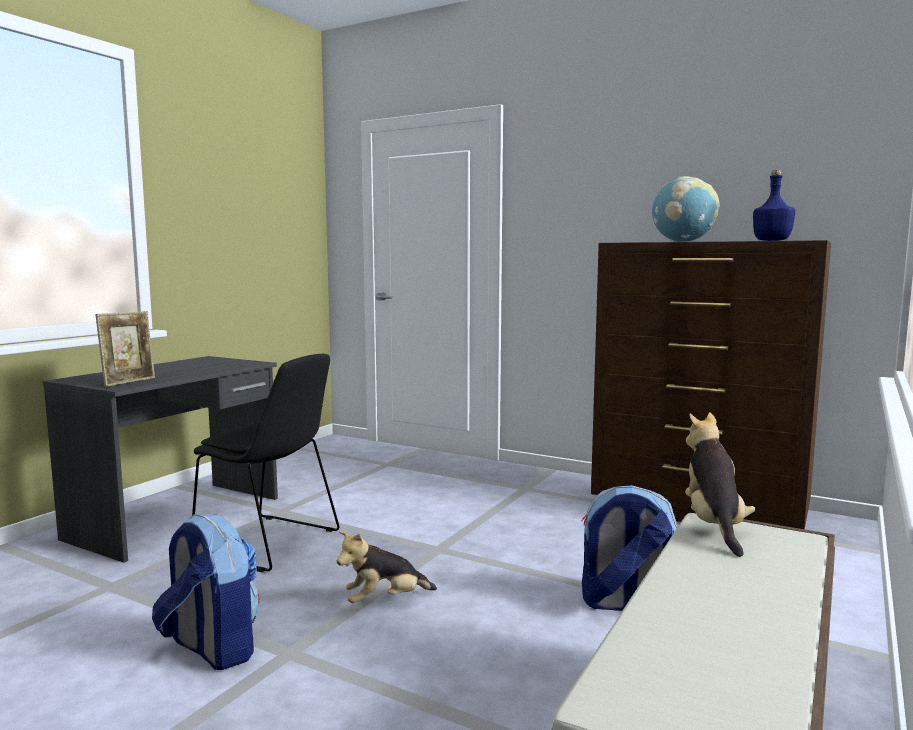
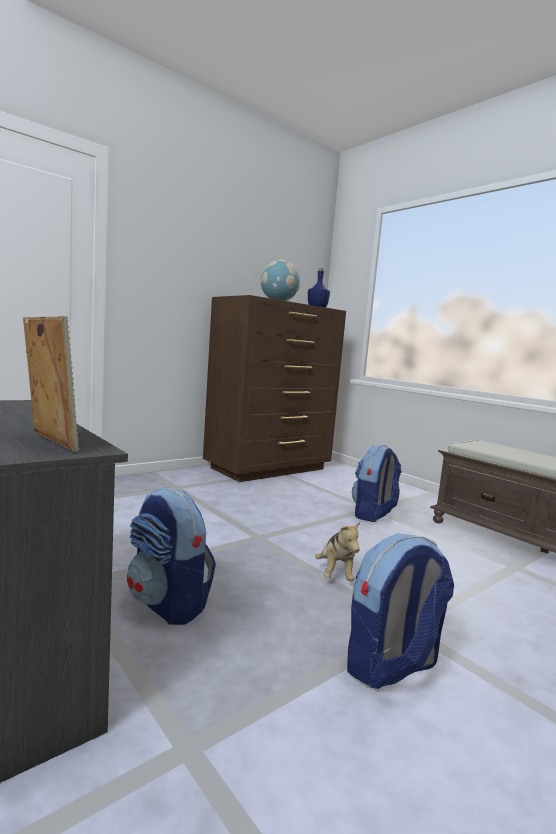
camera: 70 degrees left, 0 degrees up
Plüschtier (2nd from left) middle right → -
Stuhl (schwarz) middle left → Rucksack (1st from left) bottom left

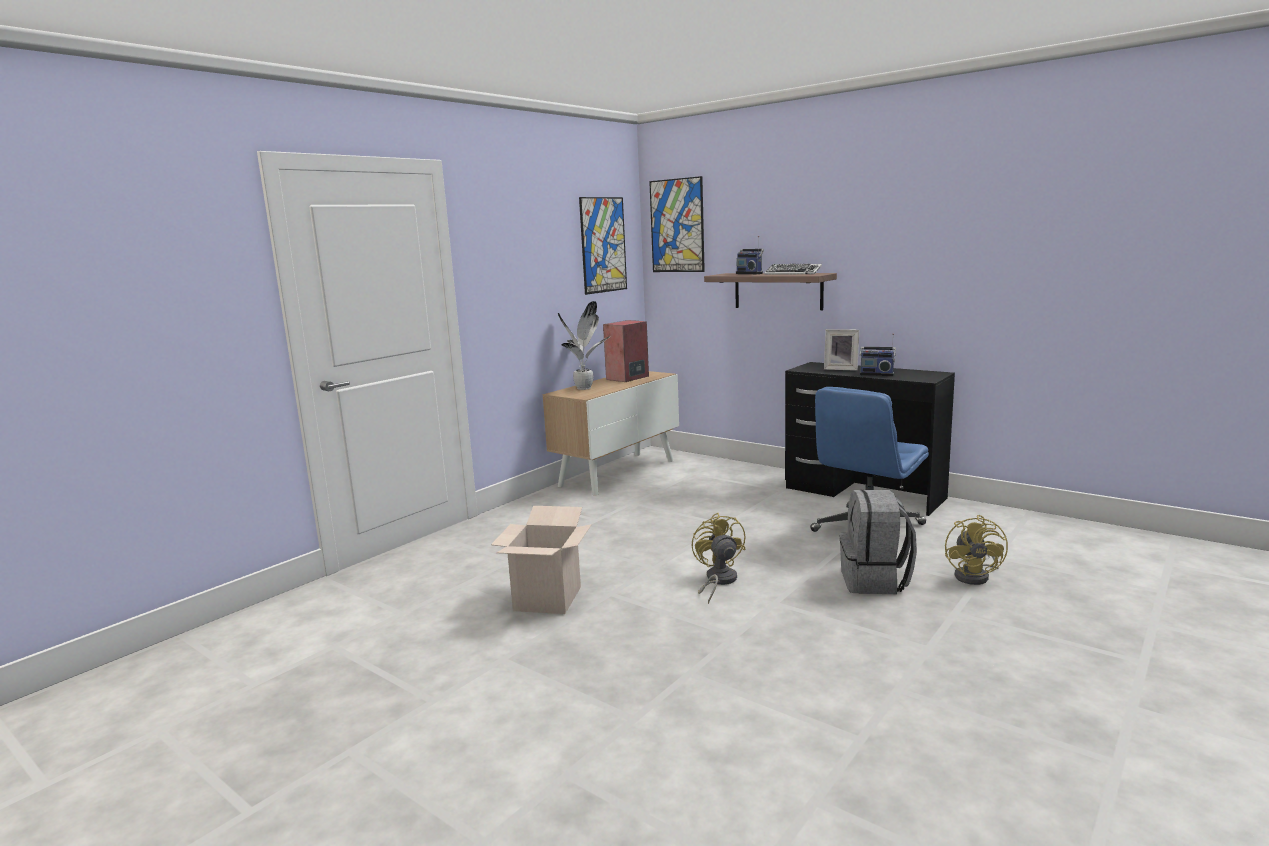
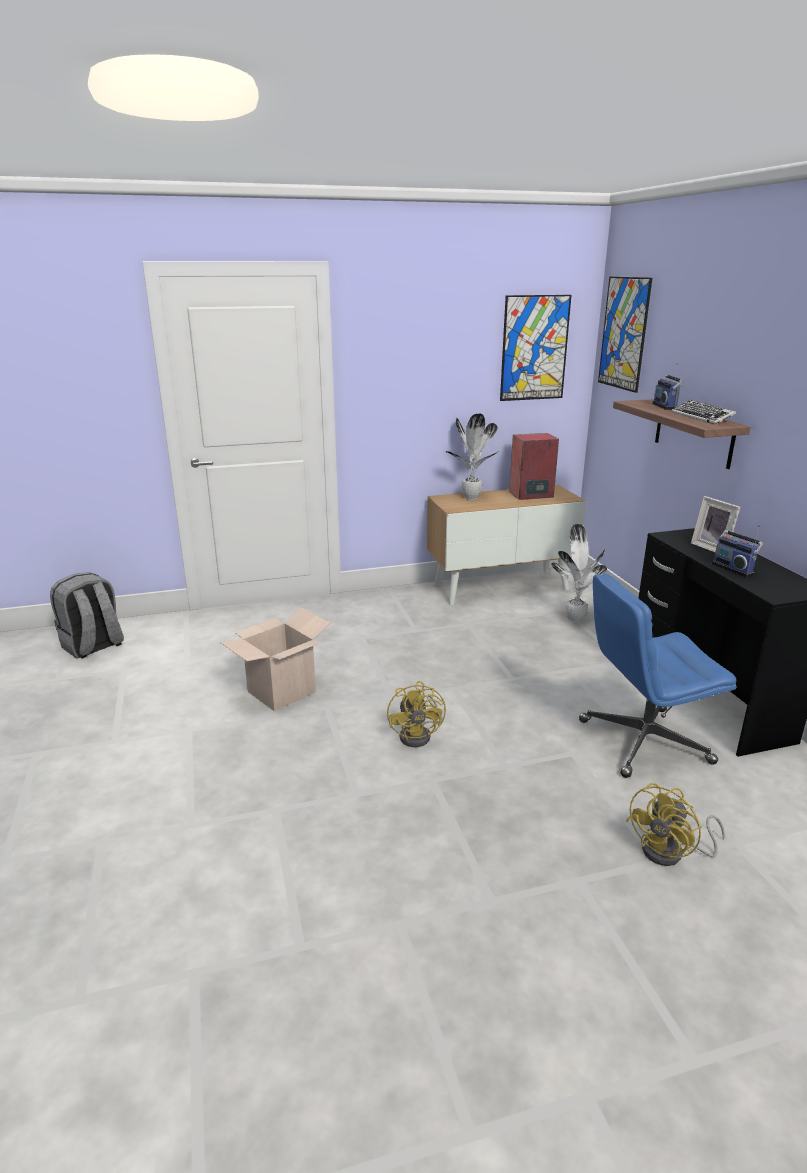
camera: 35 degrees right, 10 degrees up
- → Topfpflanze (2nd from left) middle right
Rucksack (grau) middle right → Rucksack (grau) middle left, move
Ventilator (gelb) (1st from left) centre, 150 degrees clockwise

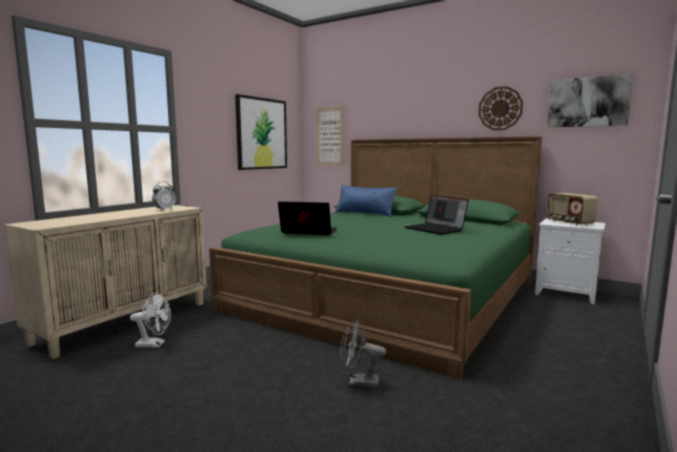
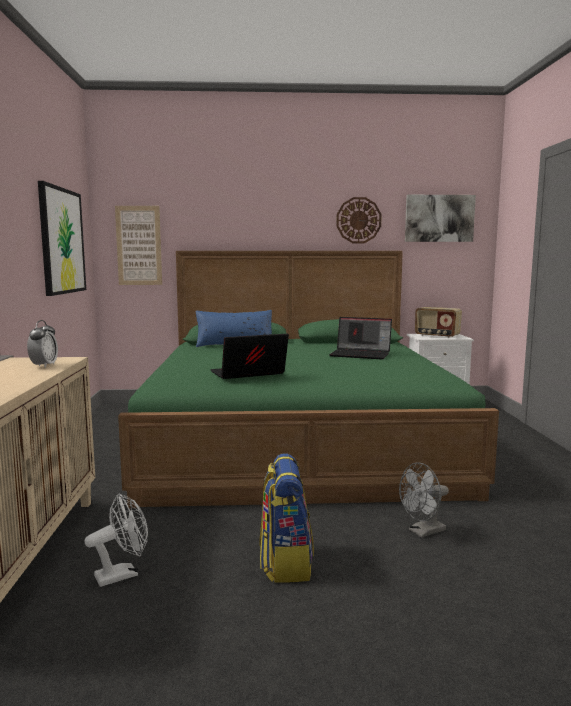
camera: 35 degrees left, 0 degrees up
- → Rucksack bottom centre

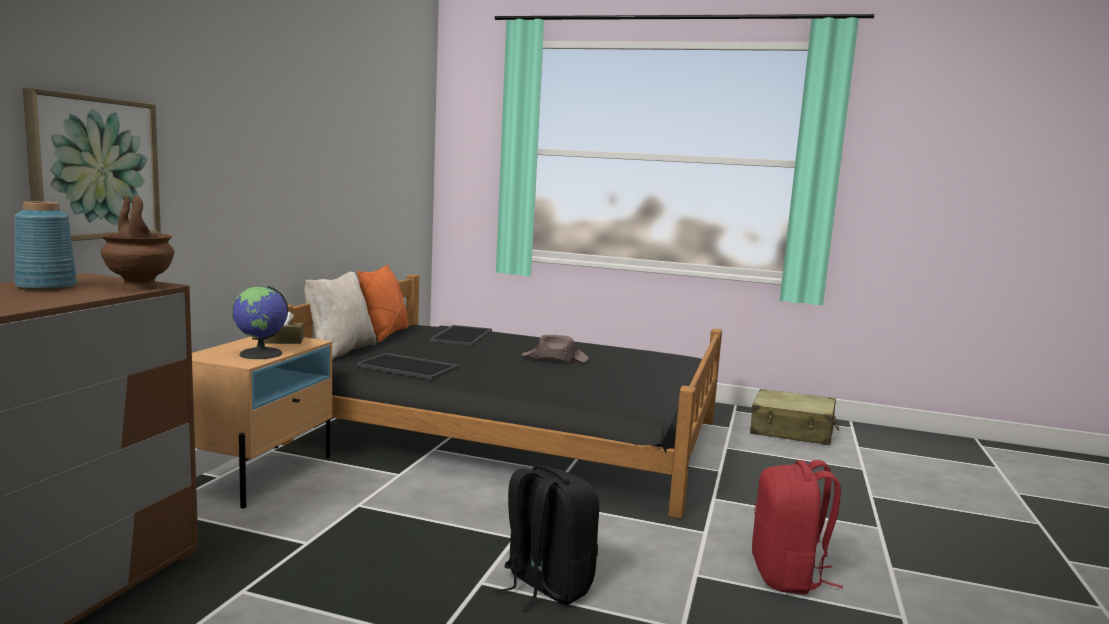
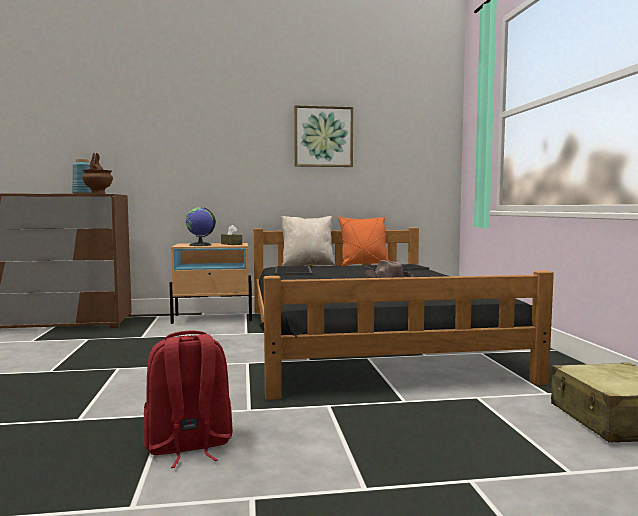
camera: 65 degrees right, 5 degrees down
Rucksack (schwarz) bottom centre → -
Bild top left → Bild top centre, move

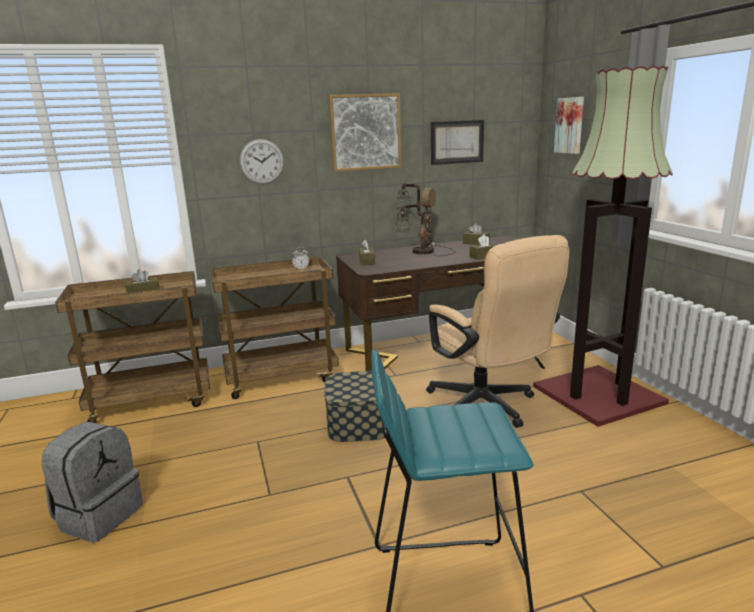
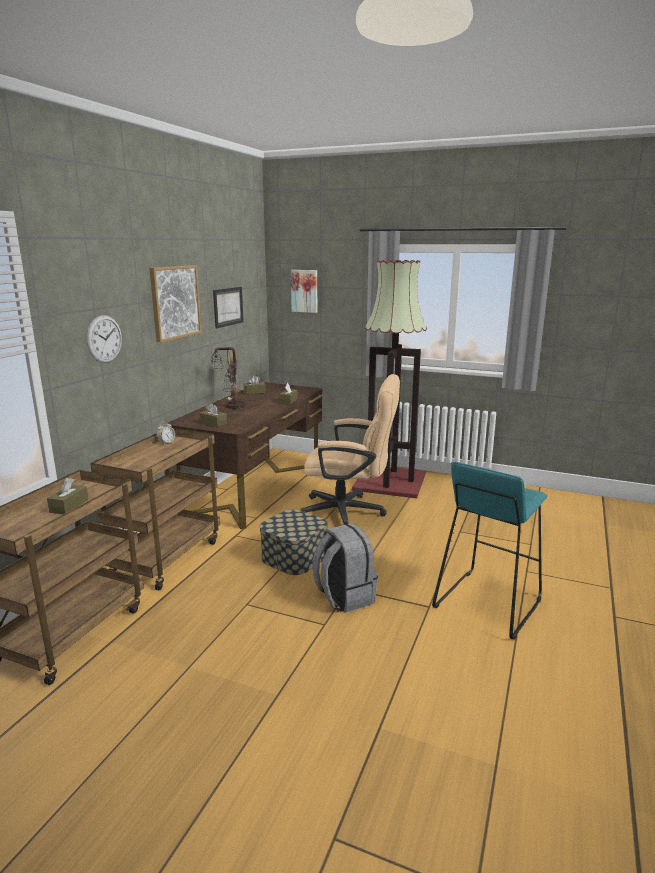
camera: 50 degrees left, 0 degrees up
Rucksack (grau) bottom left → Rucksack (grau) centre, move

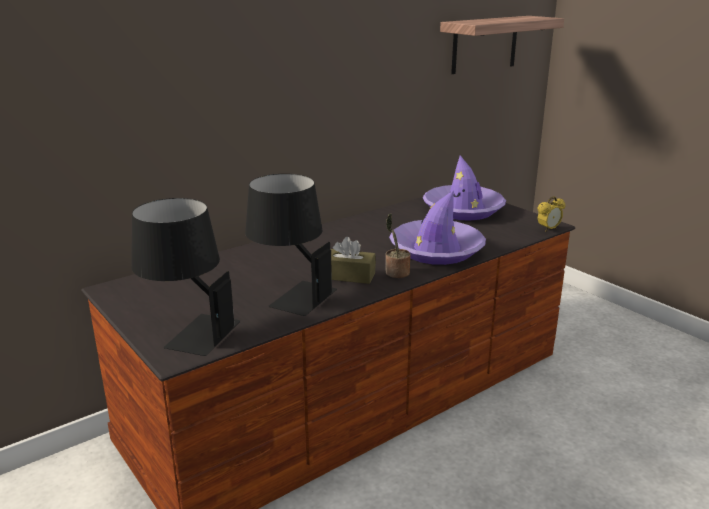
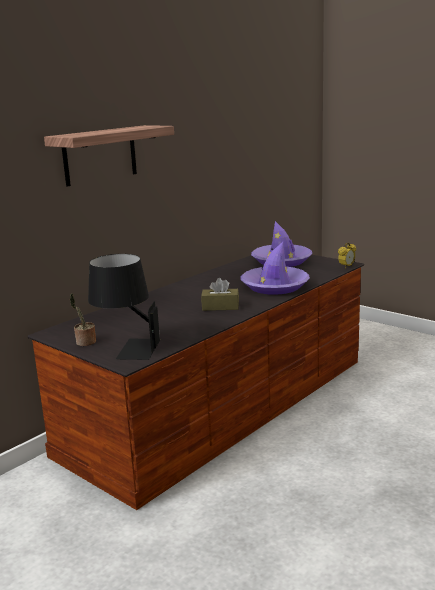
camera: 10 degrees left, 5 degrees down
Tischlampe (schwarz) (2nd from left) centre → -
Topfpflanze centre → Topfpflanze middle left, move
Wandregal top right → Wandregal top left, move

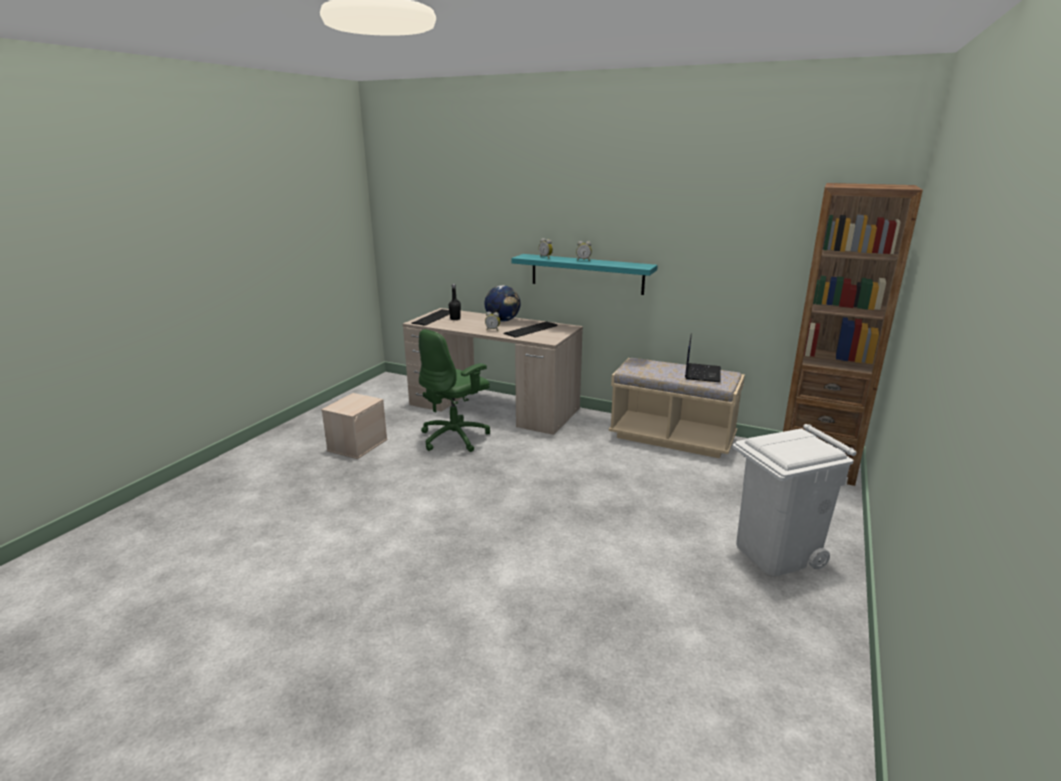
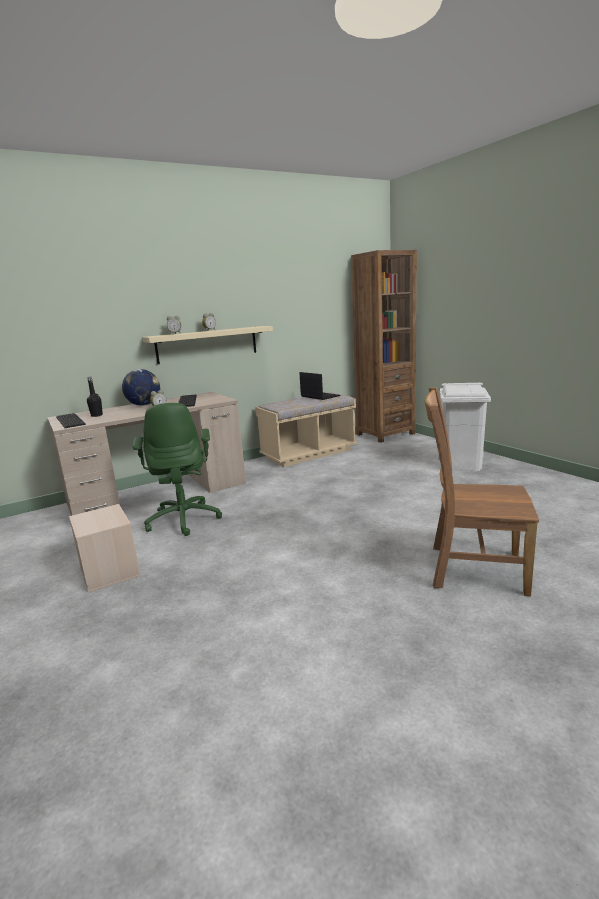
camera: 55 degrees left, 5 degrees down
- → Stuhl (braun) middle right
Wandregal (türkis) centre → Wandregal (beige) centre

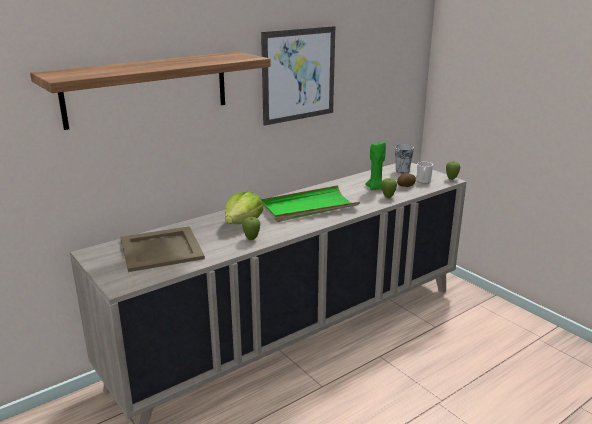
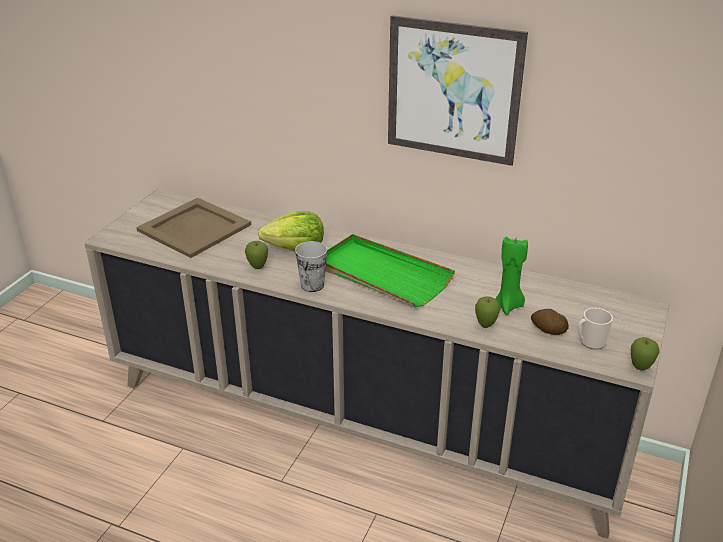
camera: 60 degrees right, 10 degrees up
Wandregal top left → -
Tasse middle right → Tasse centre, move

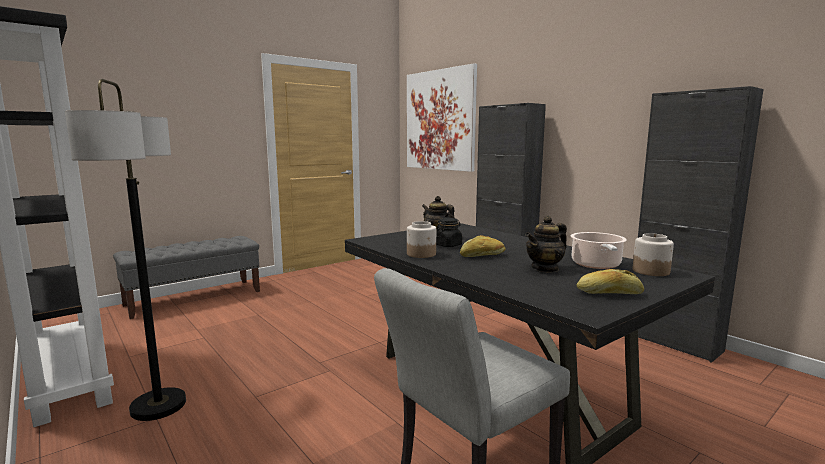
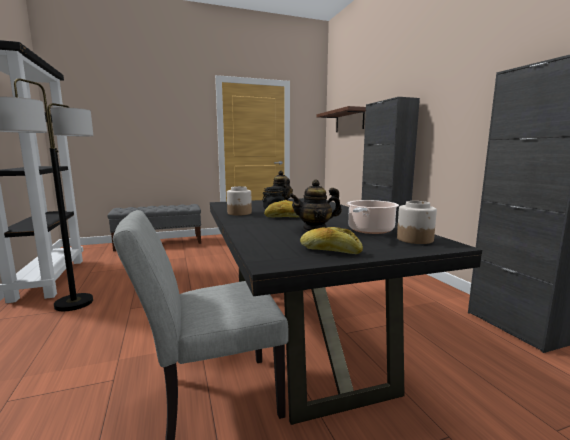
camera: 20 degrees right, 0 degrees up
Bild top centre → Wandregal (braun) top centre

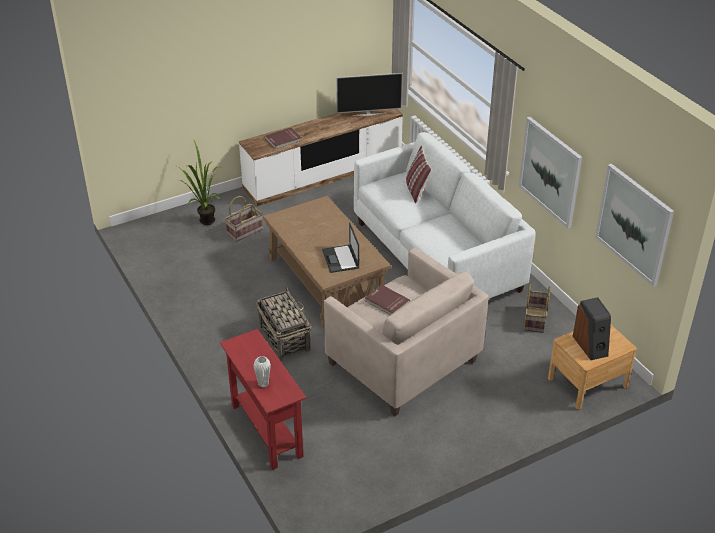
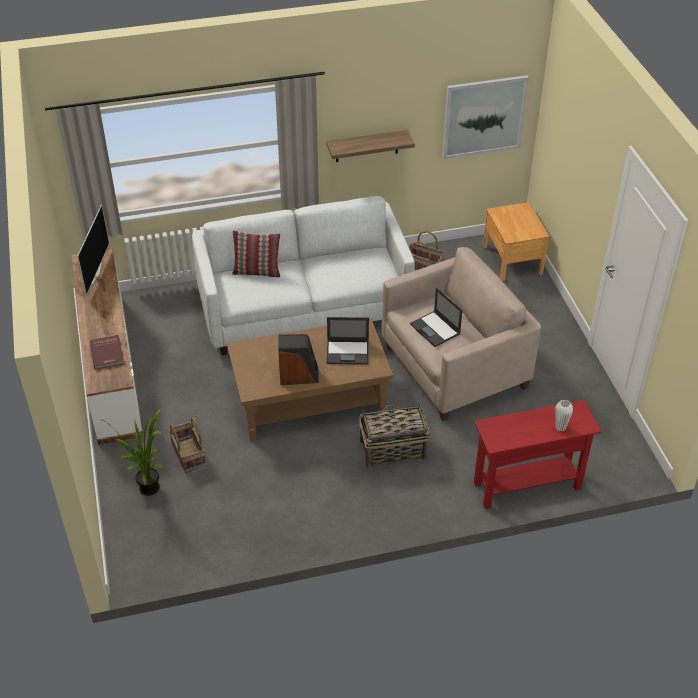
camera: 75 degrees left, 5 degrees up
Lautsprecher middle right → Lautsprecher centre, move
Buch (rot) (2nd from left) centre → Laptop (2nd from left) centre
Bild (1st from left) top right → Wandregal top centre

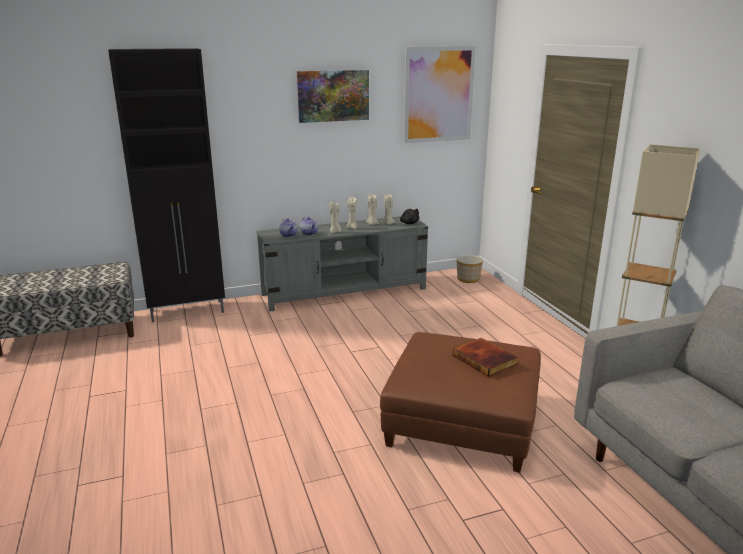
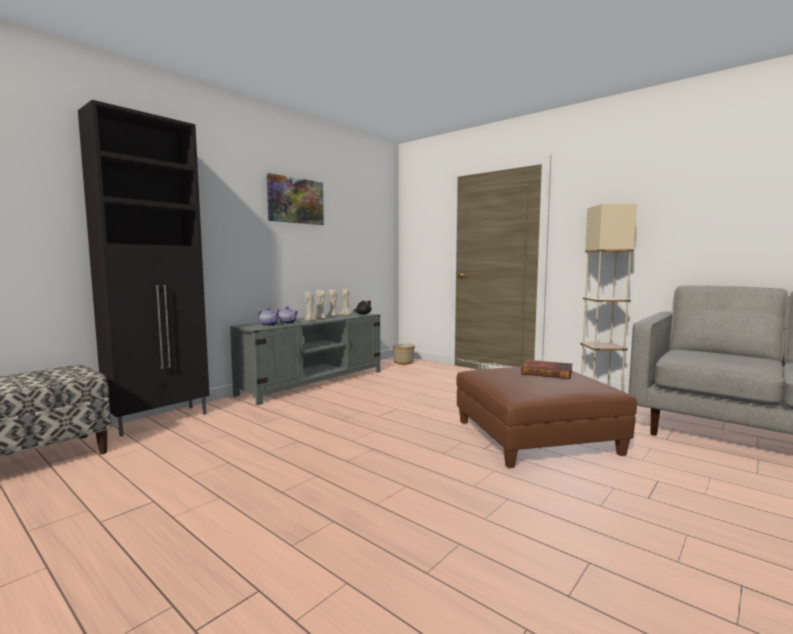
camera: 30 degrees left, 15 degrees down
Bild (2nd from left) top centre → -

